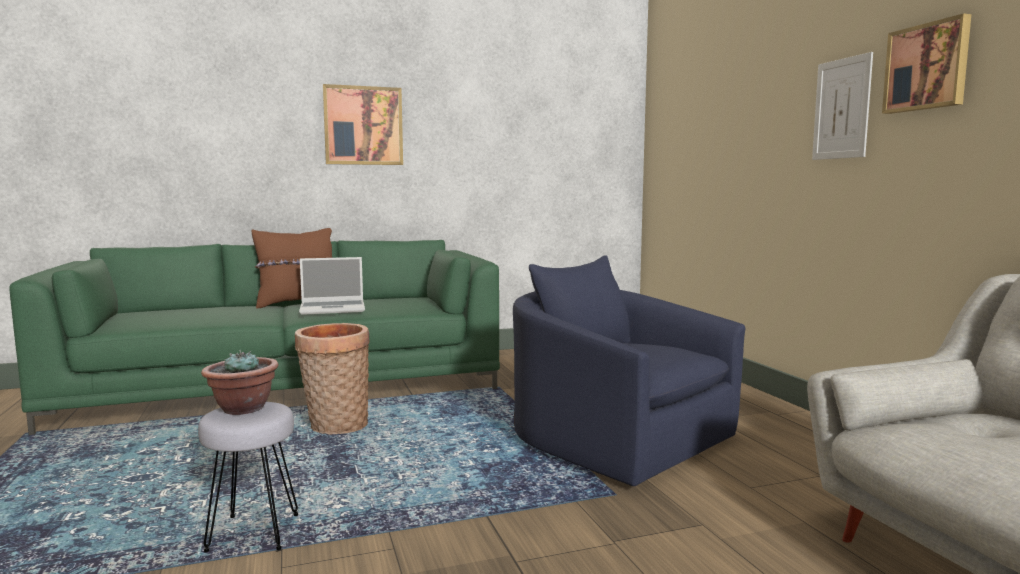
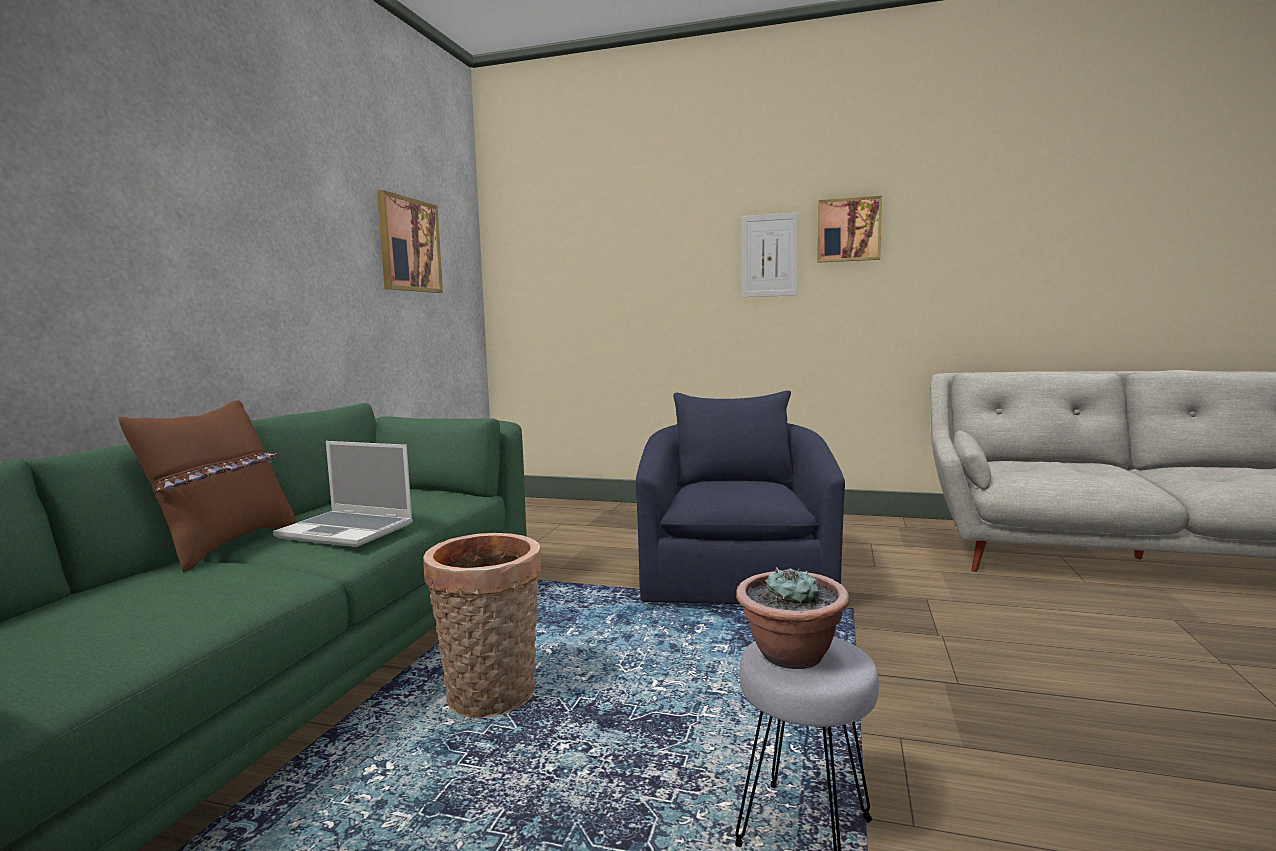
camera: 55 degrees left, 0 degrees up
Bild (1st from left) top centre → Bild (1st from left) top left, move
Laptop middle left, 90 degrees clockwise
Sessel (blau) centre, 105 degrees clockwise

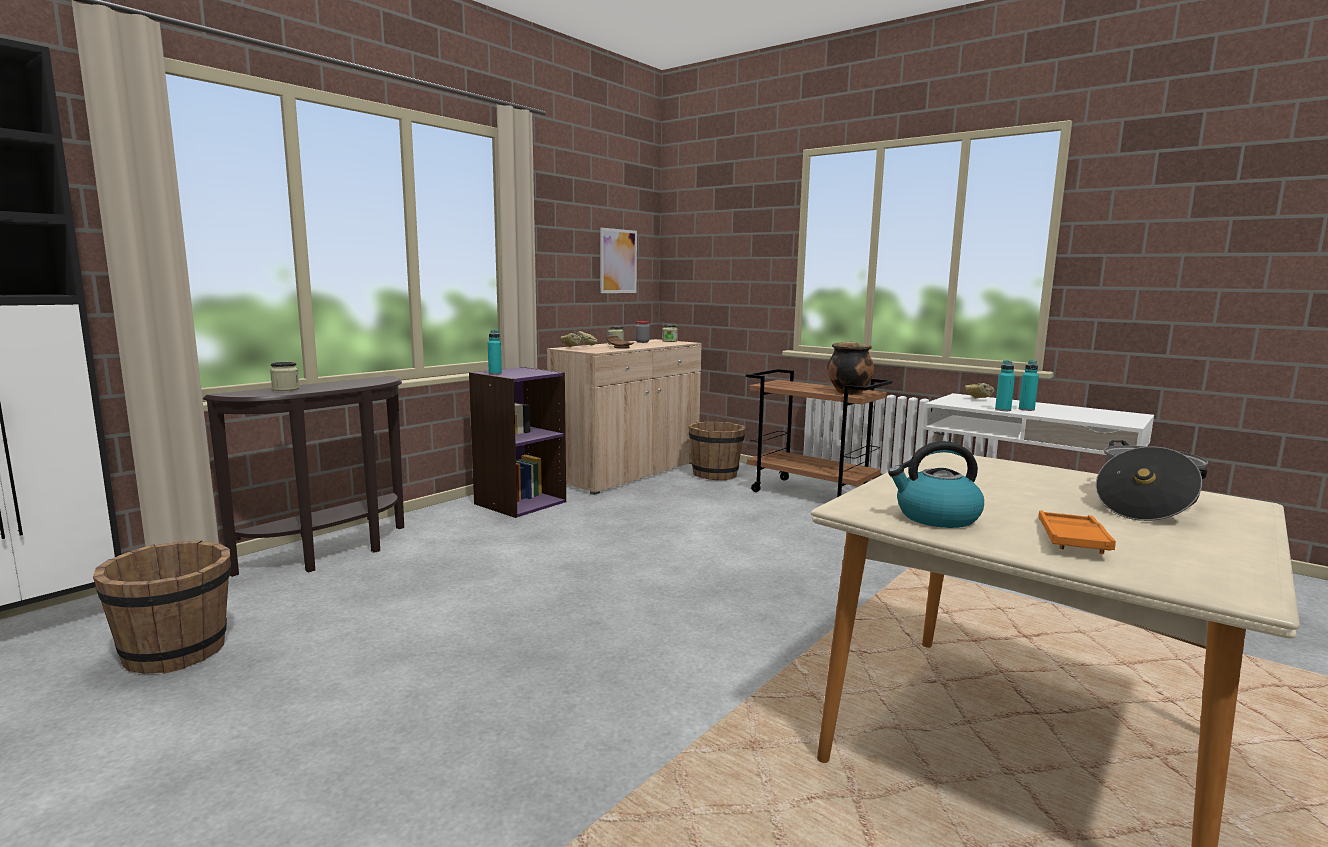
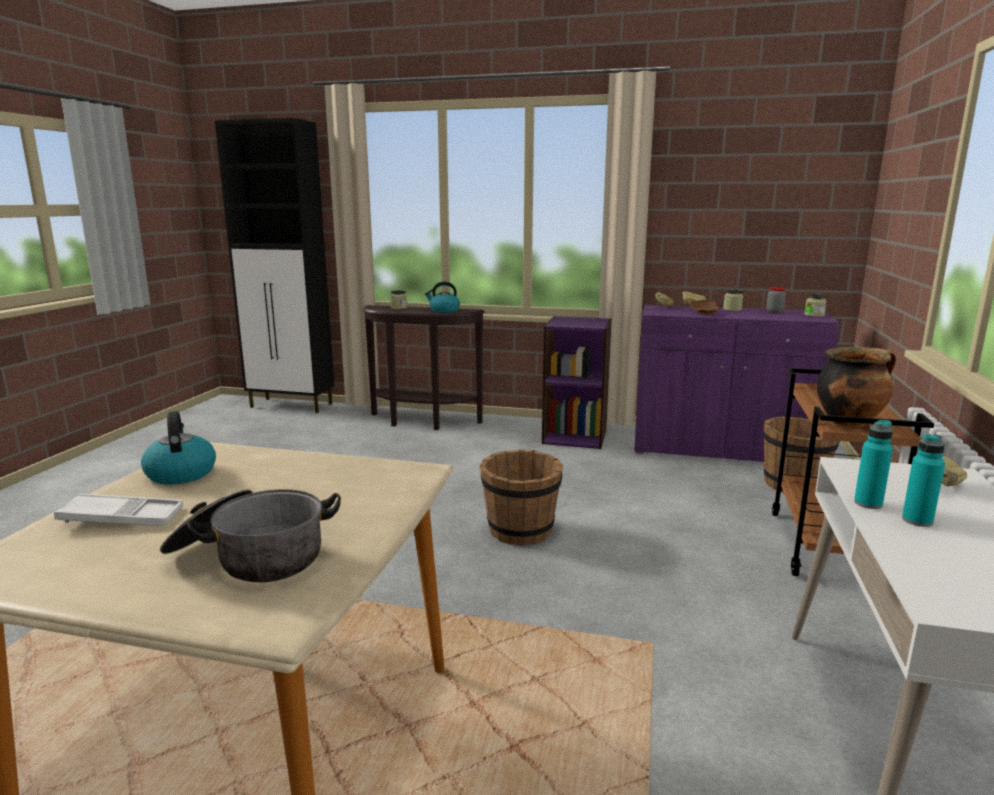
camera: 65 degrees right, 5 degrees up
Flasche (türkis) (1st from left) centre → -
Bild top centre → -
- → Wasserkessel (2nd from left) centre
Eimer (braun) (1st from left) bottom left → Eimer (braun) (1st from left) centre, move
Schrank (beige) centre → Schrank (lila) middle right
Tablett (orange) middle right → Tablett (weiß) middle left

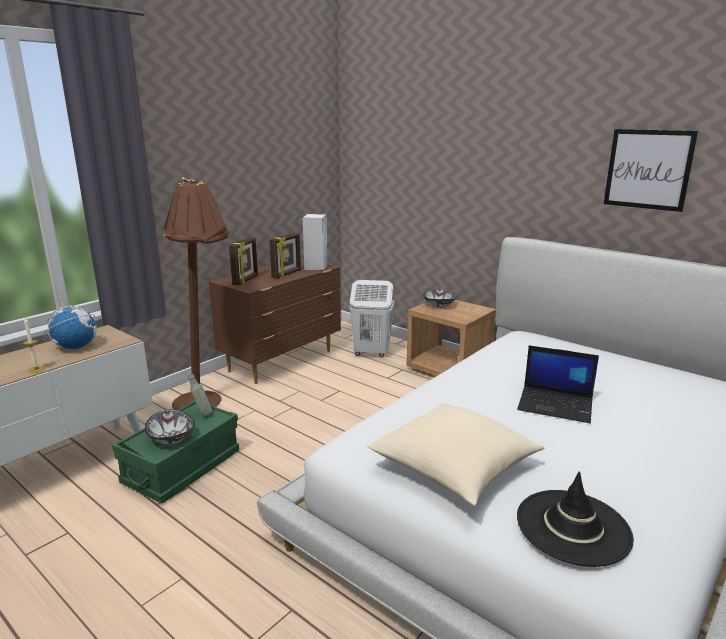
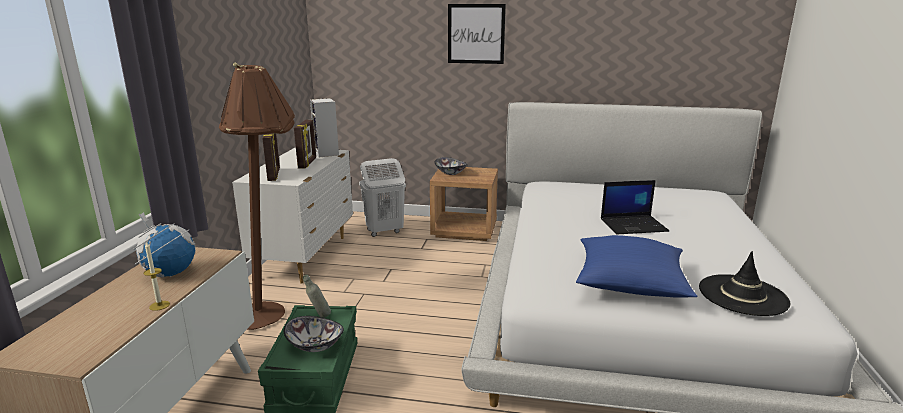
camera: 30 degrees left, 0 degrees up
Bild top right → Bild top centre, move
Kommode (braun) centre → Kommode (weiß) middle left
Kissen (beige) bottom centre → Kissen (blau) middle right

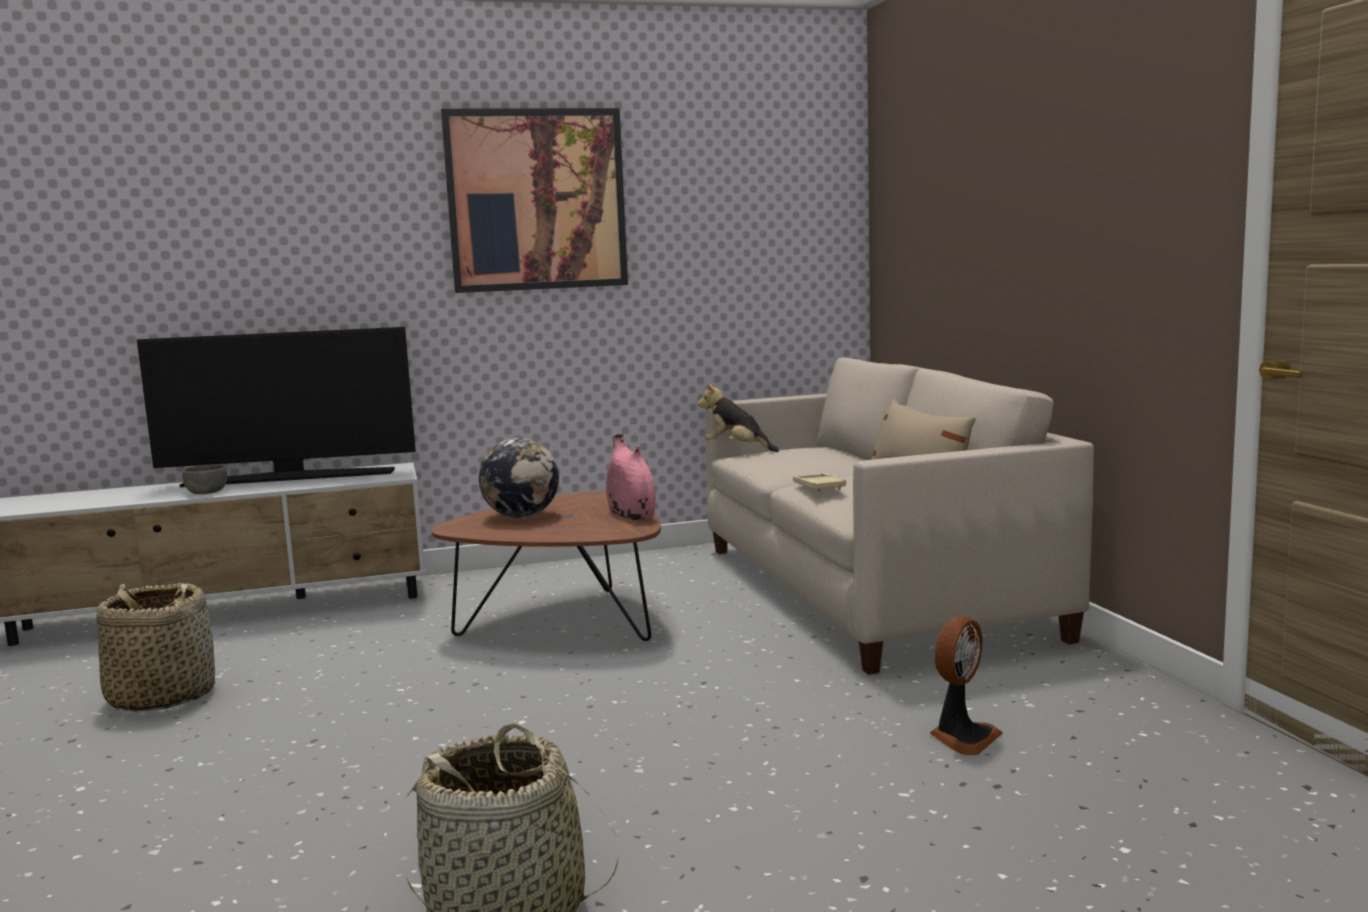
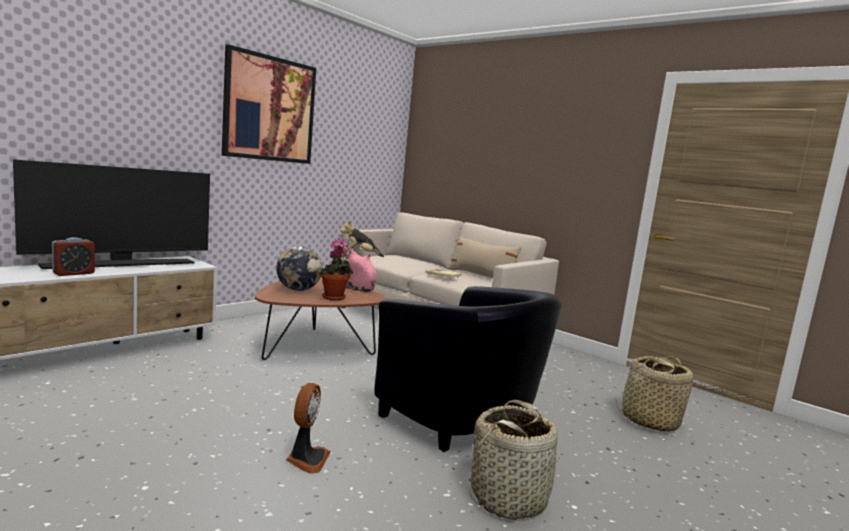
camera: 35 degrees left, 0 degrees up
- → Topfpflanze centre
- → Sessel (schwarz) bottom centre
Korb (1st from left in the first image) bottom left → Korb (2nd from left) bottom right, move
Ventilator bottom right → Ventilator bottom centre, move
Schüssel (grau) middle left → Wecker middle left

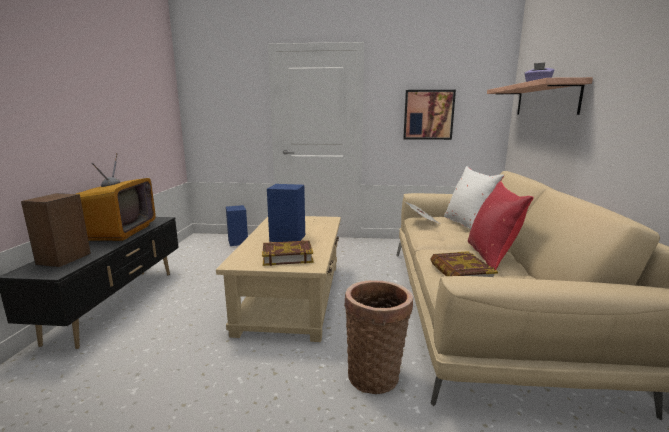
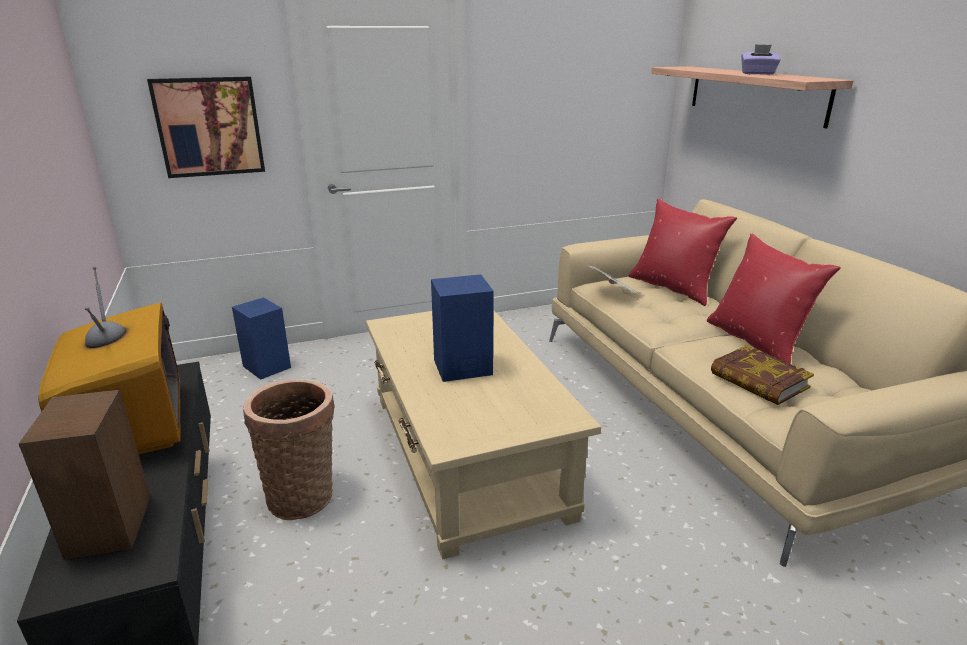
camera: 25 degrees left, 10 degrees up
Buch (1st from left) centre → -
Korb bottom centre → Korb bottom left, move
Bild top centre → Bild top left, move
Kissen (weiß) middle right → Kissen (rot) (1st from left) middle right

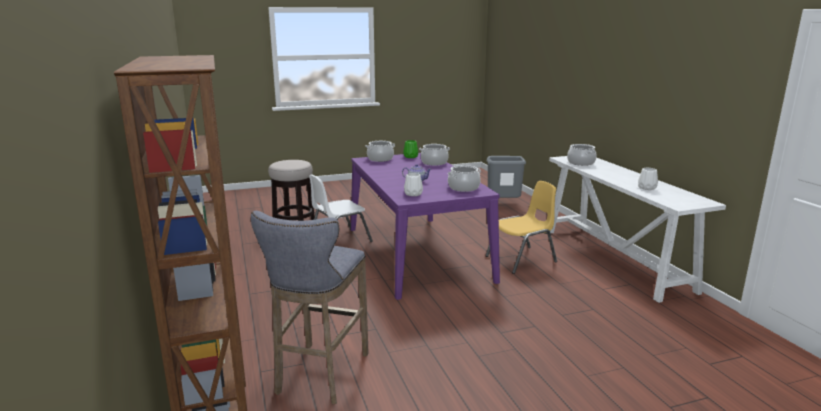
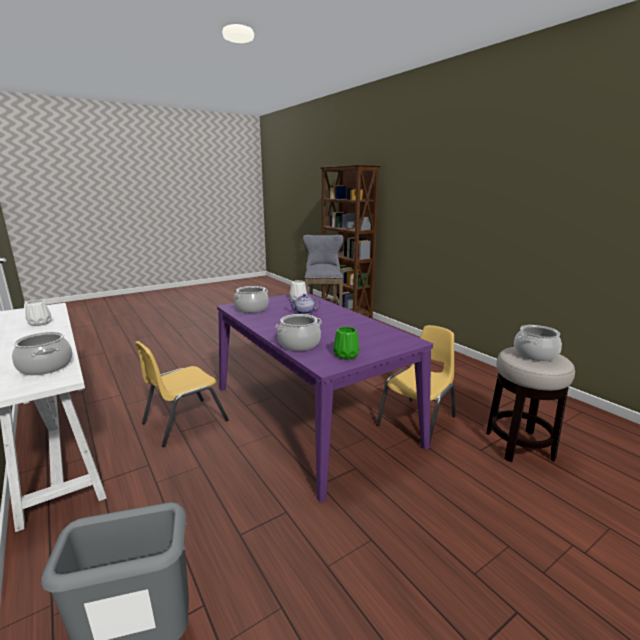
camera: 165 degrees right, 0 degrees up
Kochtopf (1st from left in the first image) centre → Kochtopf (4th from left) middle right, move
Stuhl (weiß) centre → Stuhl (gelb) (2nd from left) centre

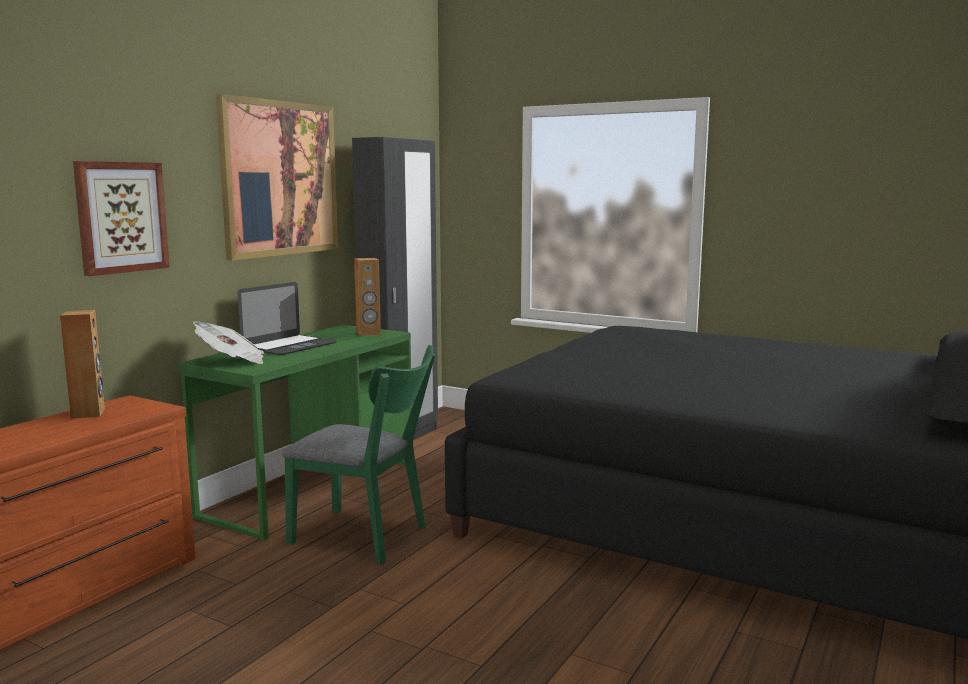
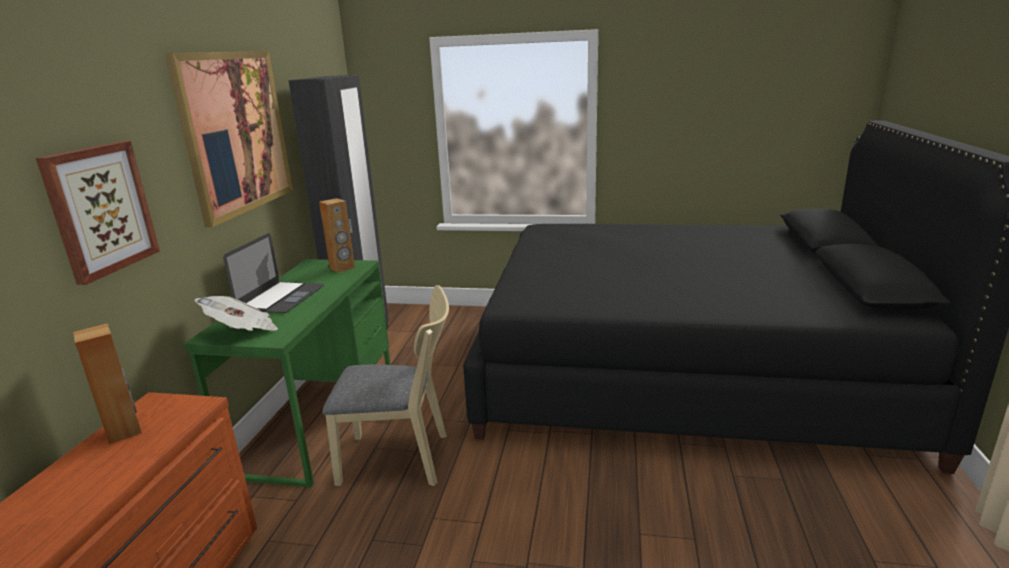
camera: 20 degrees left, 10 degrees up
Stuhl (grün) centre → Stuhl (beige) bottom centre

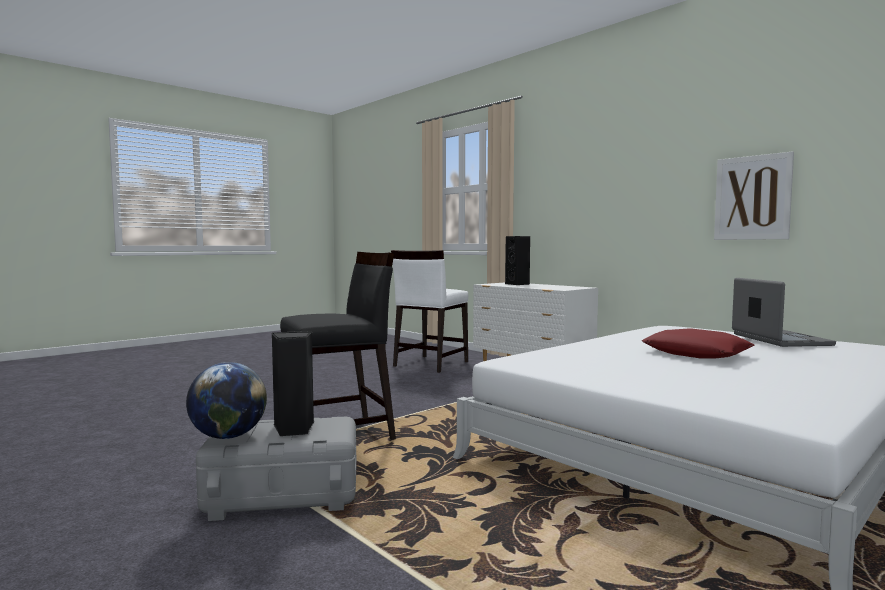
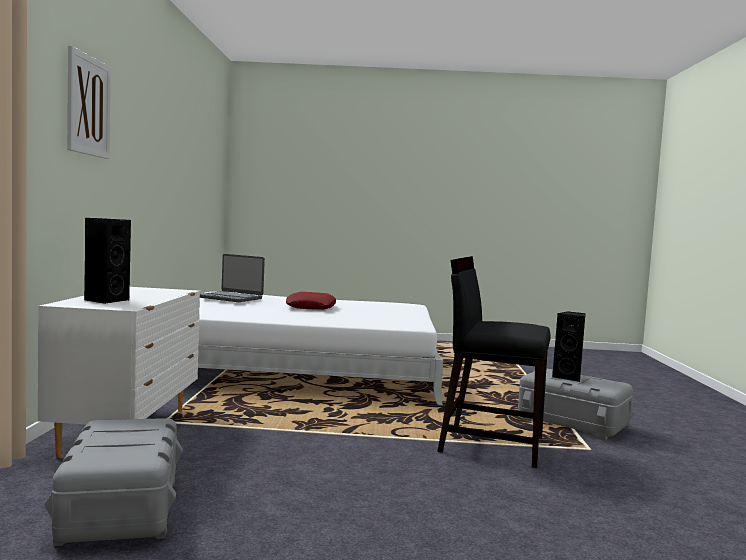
camera: 135 degrees left, 0 degrees up
Globus bottom left → -
Bild top right → Bild top left, move
Stuhl (weiß) centre → Aufbewahrungsbox (grau) (1st from left) bottom left
Laptop middle right → Laptop middle left, 105 degrees counterclockwise

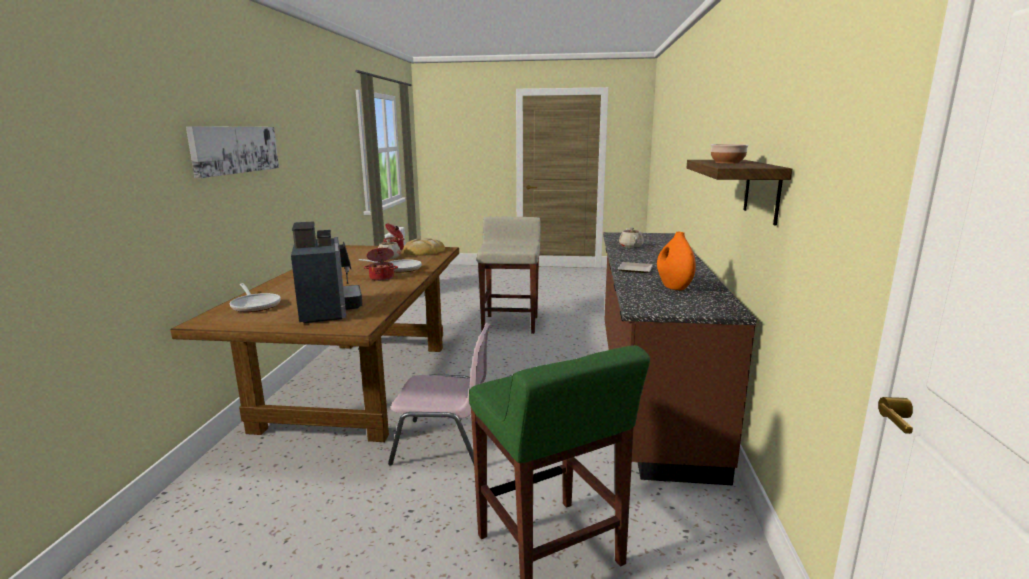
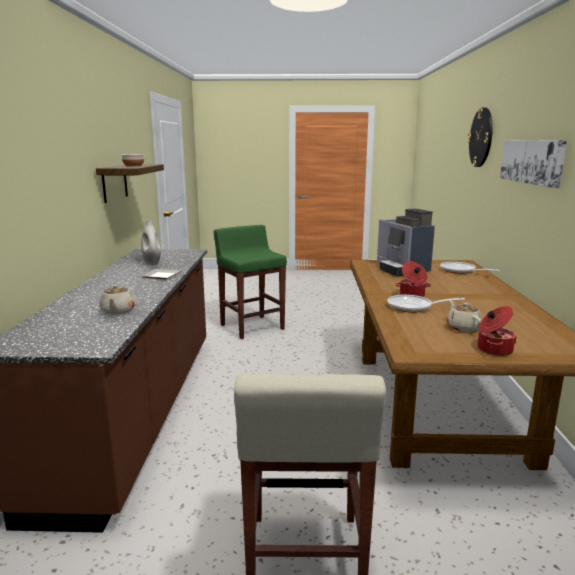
camera: 175 degrees right, 0 degrees up
Stuhl (rosa) bottom centre → -
Brot centre → -
- → Wanduhr top right
Vase (orange) centre → Vase (weiß) middle left

